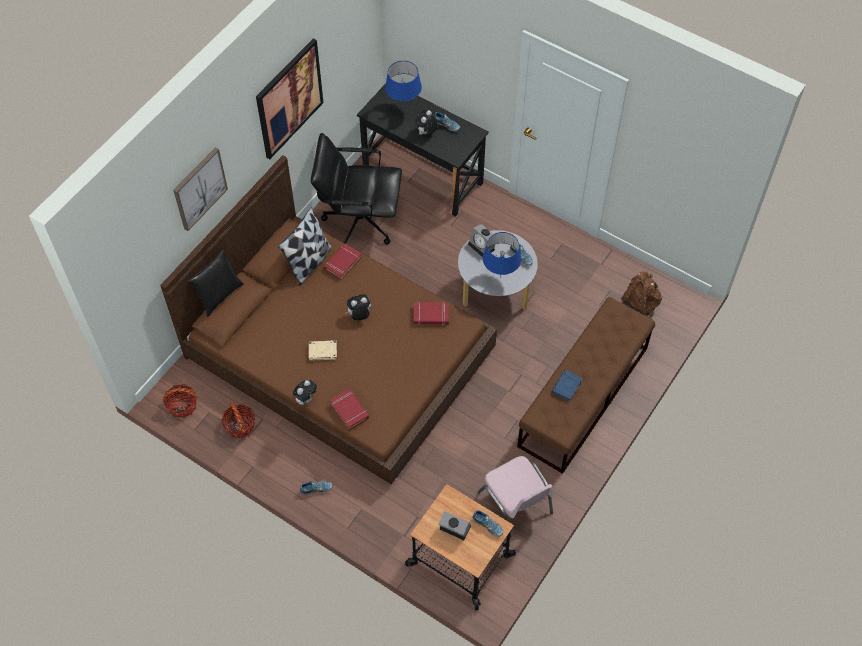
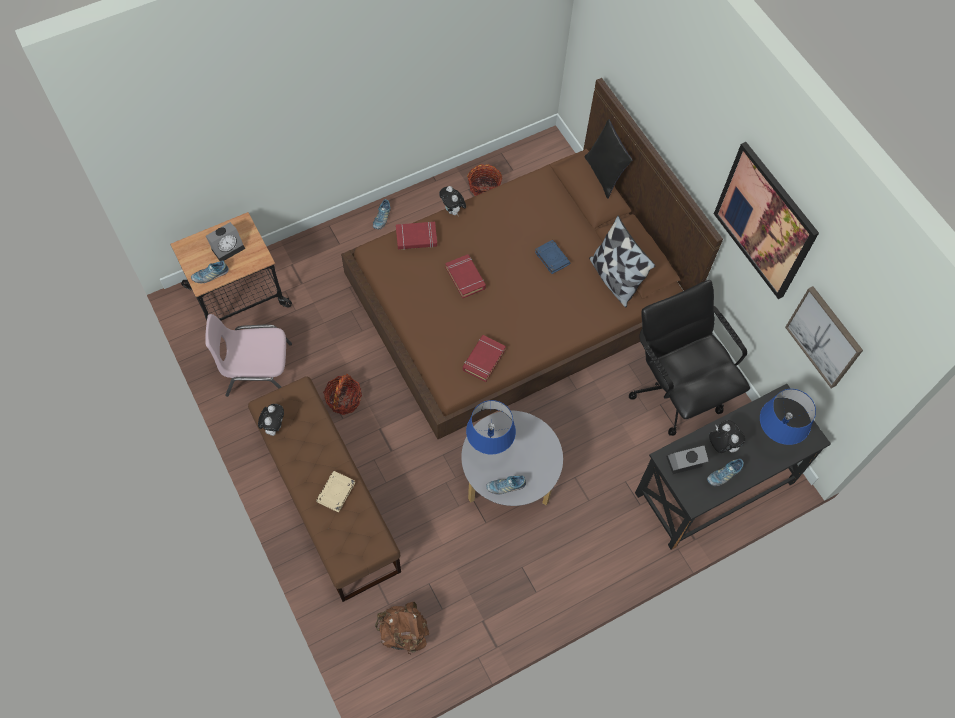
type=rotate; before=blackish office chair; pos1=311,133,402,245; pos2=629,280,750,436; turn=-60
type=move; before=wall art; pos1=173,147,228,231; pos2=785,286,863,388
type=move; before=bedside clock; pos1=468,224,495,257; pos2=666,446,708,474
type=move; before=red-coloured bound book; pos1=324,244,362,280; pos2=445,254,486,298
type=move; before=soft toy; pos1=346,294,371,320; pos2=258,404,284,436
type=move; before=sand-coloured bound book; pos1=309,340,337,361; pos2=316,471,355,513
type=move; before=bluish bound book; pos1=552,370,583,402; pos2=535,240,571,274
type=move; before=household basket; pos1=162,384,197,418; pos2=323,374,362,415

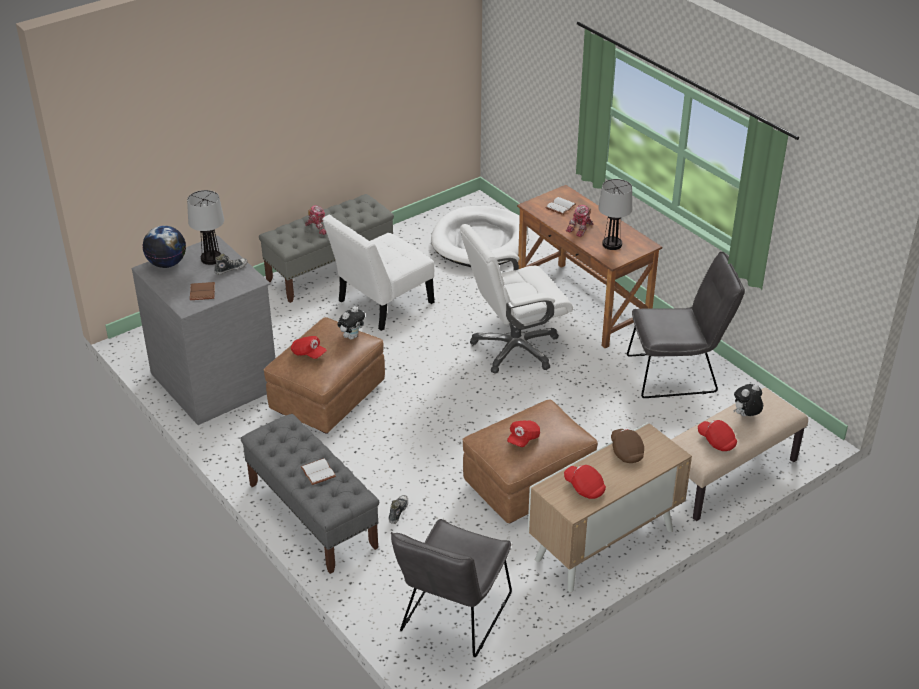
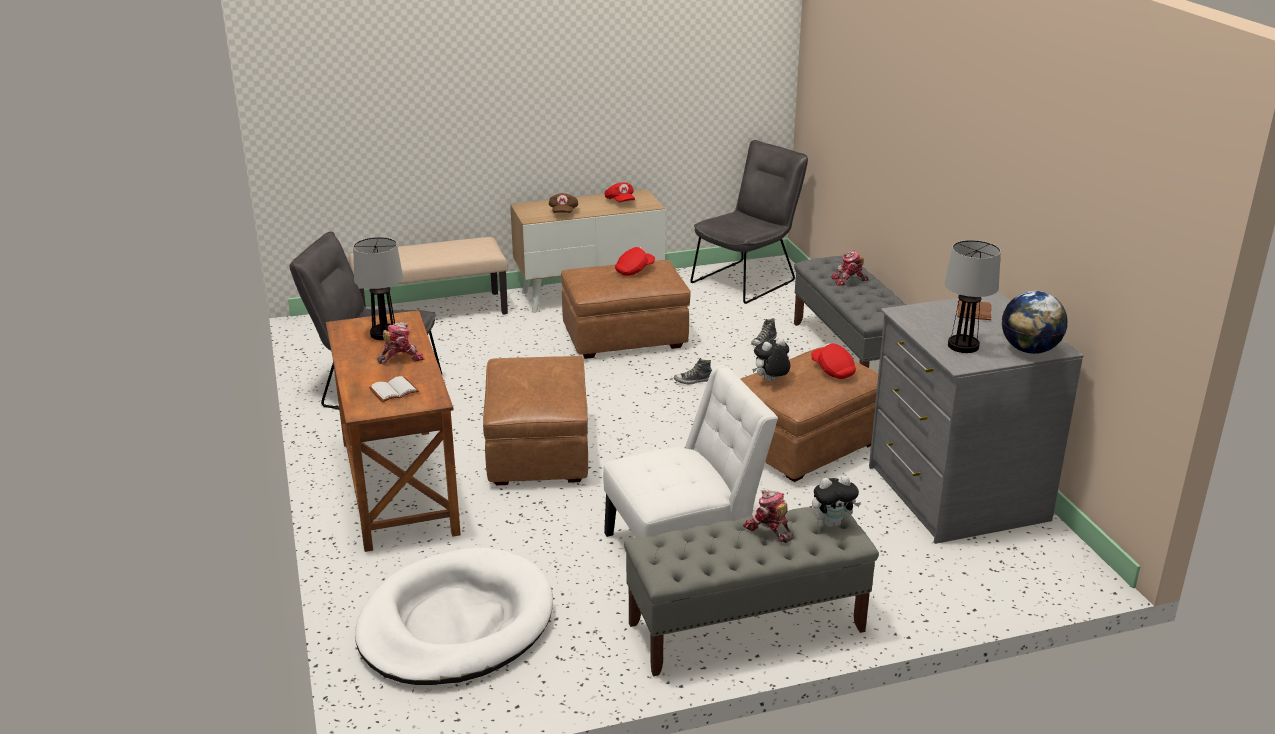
type=replace; before=white office chair; after=brown-coloured footrest; pos1=460,224,573,374; pos2=483,356,588,485
type=move; before=shoe; pos1=214,253,247,275; pos2=674,358,712,384
type=move; before=soft toy; pos1=733,384,763,416; pos2=812,476,861,527
type=delete; before=red-coloured peaked cap; pos1=698,420,737,451
type=replace; before=white bound book; after=robot figure; pos1=300,458,336,485; pos2=831,250,868,286

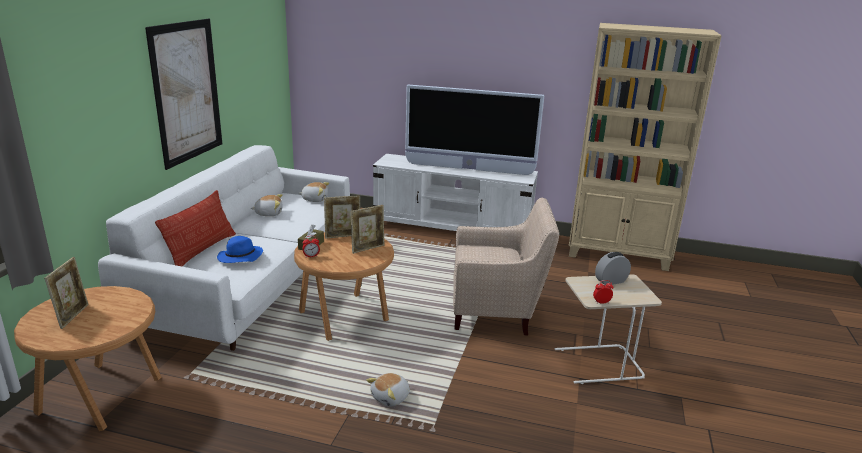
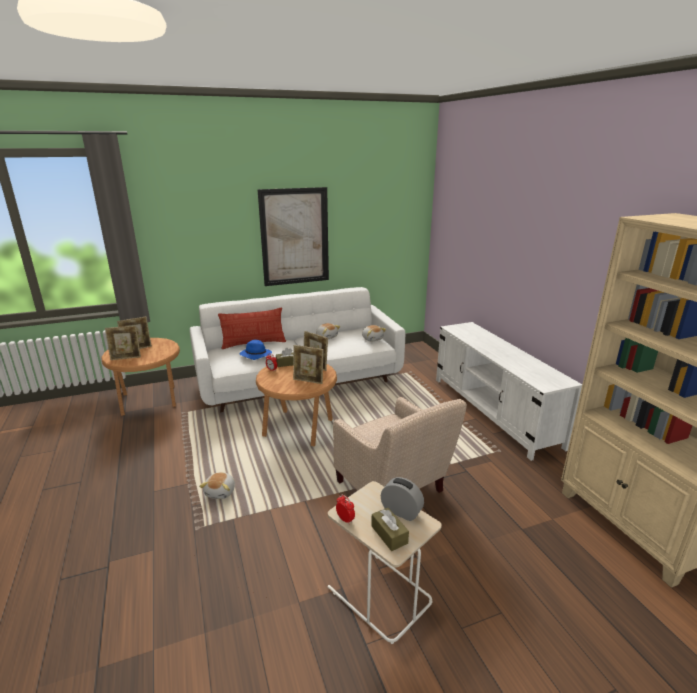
type=delete; before=TV; pos1=405,85,545,175
type=rotate; before=soft toy; pos1=366,373,410,407; pos2=199,472,235,499; turn=-90
type=insert; after=photo frame; pos2=105,326,141,360
type=insert; after=brown-coloured box of tissues; pos2=371,508,409,551

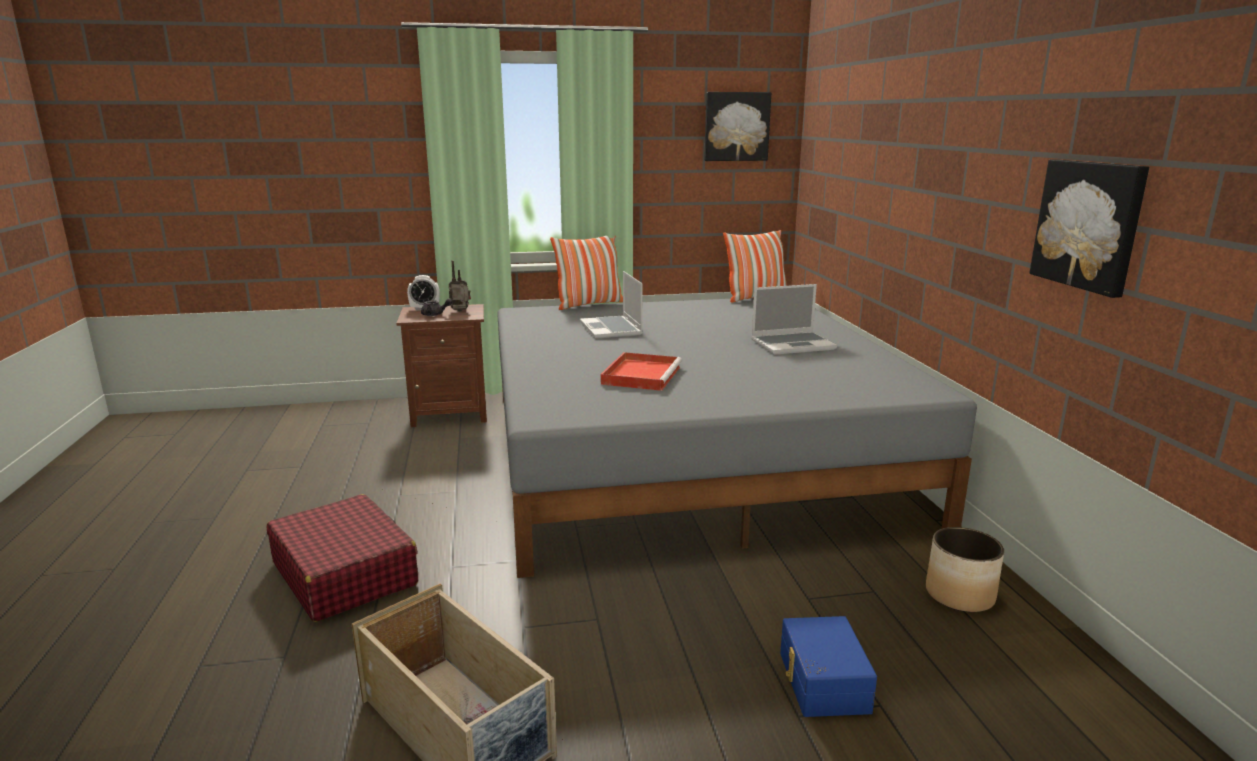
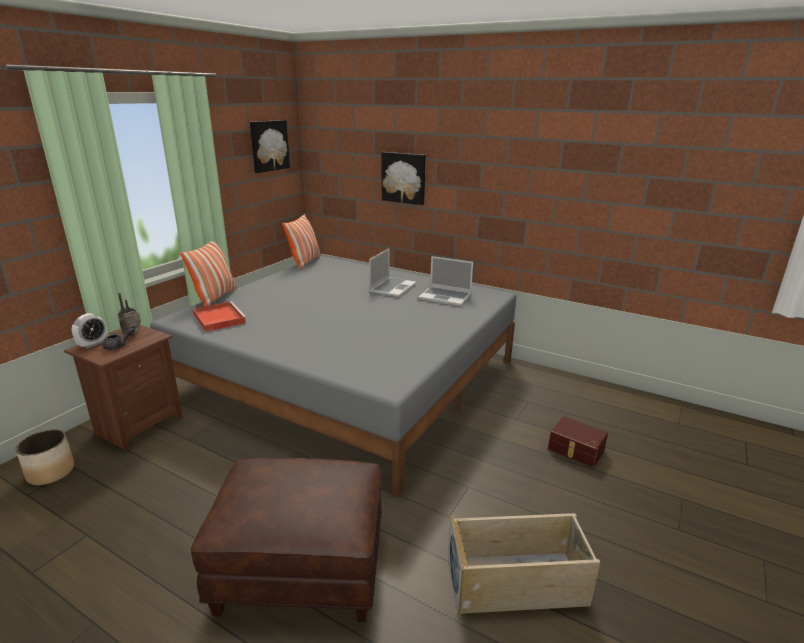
type=move; before=wall art; pos1=1029,160,1149,298; pos2=381,152,426,205
type=move; before=laptop; pos1=580,271,643,339; pos2=419,256,473,306
type=move; before=red-coloured tray; pos1=601,352,682,391; pos2=193,301,247,332
type=replace; before=red-coloured piece of luggage; after=brown-coloured footrest; pos1=266,494,418,622; pos2=191,458,382,622
type=move; before=planter; pos1=926,527,1004,612; pos2=15,429,74,485
type=recolor; before=bluish storage bin; after=brown-coloured storage bin; pos1=780,616,877,717; pos2=548,416,608,467

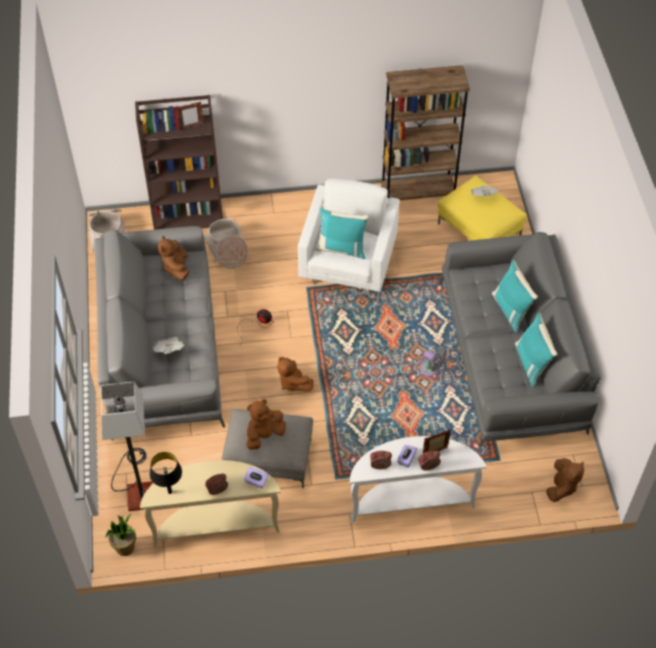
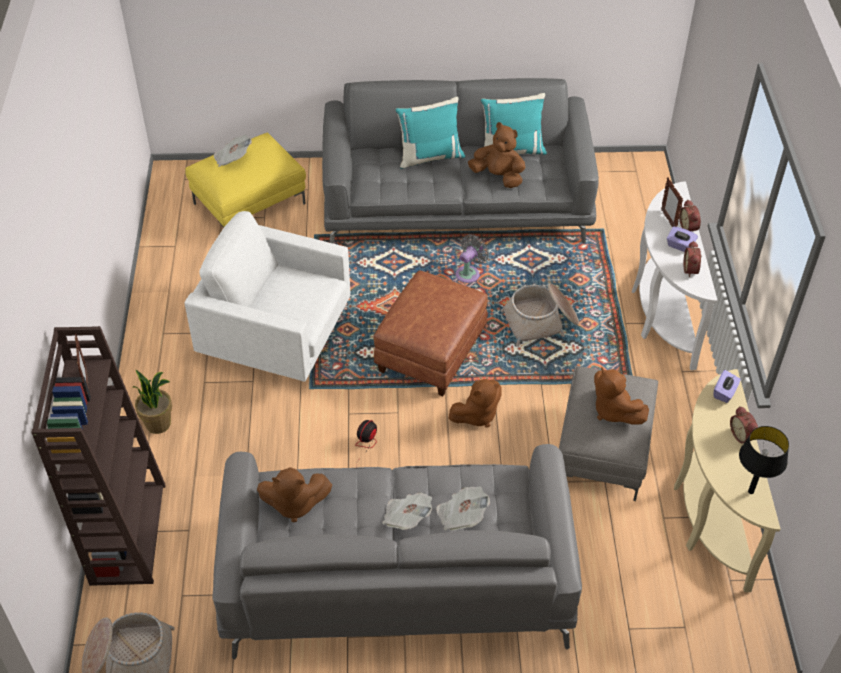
type=delete; before=brown-coloured bookshelf; pos1=381,65,470,200
type=delete; before=blue-green throw pillow; pos1=315,208,369,259
type=move; before=household basket; pos1=204,219,248,269; pos2=501,283,579,347
type=delete; before=standing lamp; pos1=100,381,153,511
type=move; before=brown-coloured soft toy; pos1=546,458,584,502; pos2=468,122,526,188
type=move; before=potted plant; pos1=105,514,136,556; pos2=132,370,172,434
type=insert; after=brown-coloured footrest; pos2=374,271,488,396
type=insert; after=printed paper; pos2=382,492,432,530

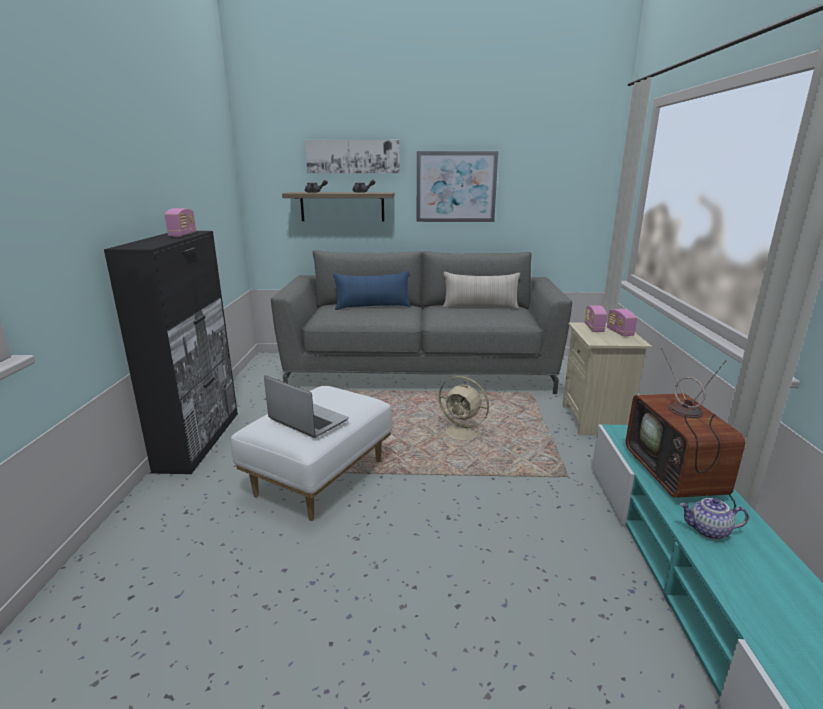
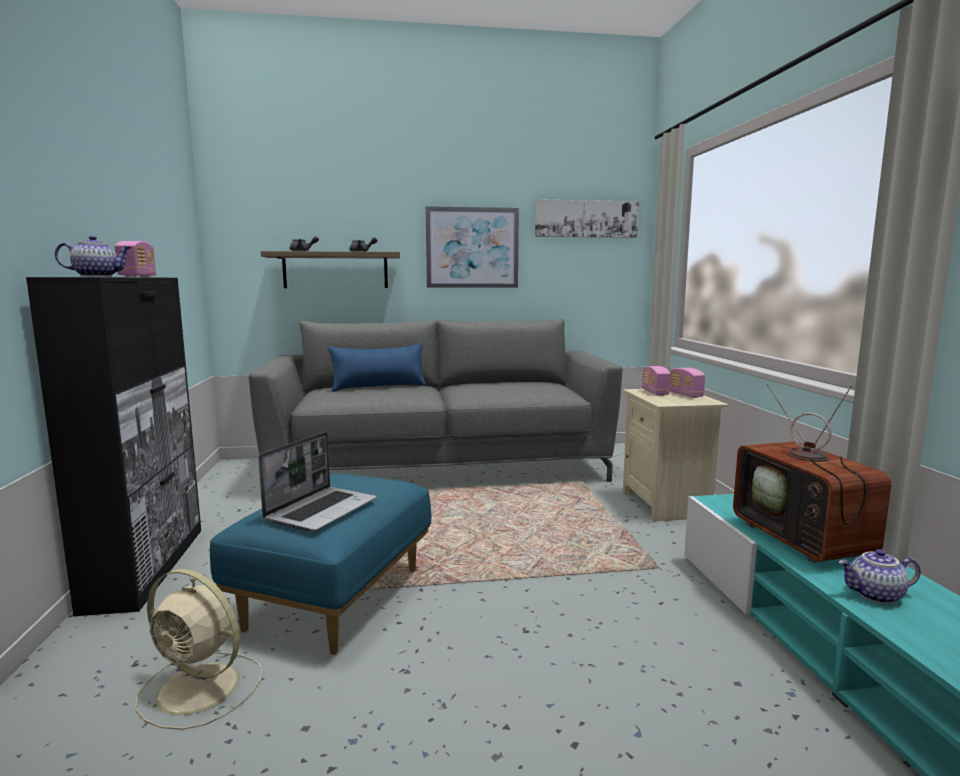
type=move; before=wall art; pos1=305,140,400,173; pos2=535,199,639,238
type=delete; before=sand-coloured throw pillow; pos1=443,272,520,309
type=rotate; before=laptop; pos1=264,375,349,438; pos2=258,432,377,532; turn=90
type=move; before=sand-coloured electric fan; pos1=436,376,489,440; pos2=135,569,262,730
type=recolor; before=white footrest; after=bluish footrest; pos1=231,386,393,521; pos2=210,473,432,655
type=insert; after=tea pot; pos2=55,236,132,277

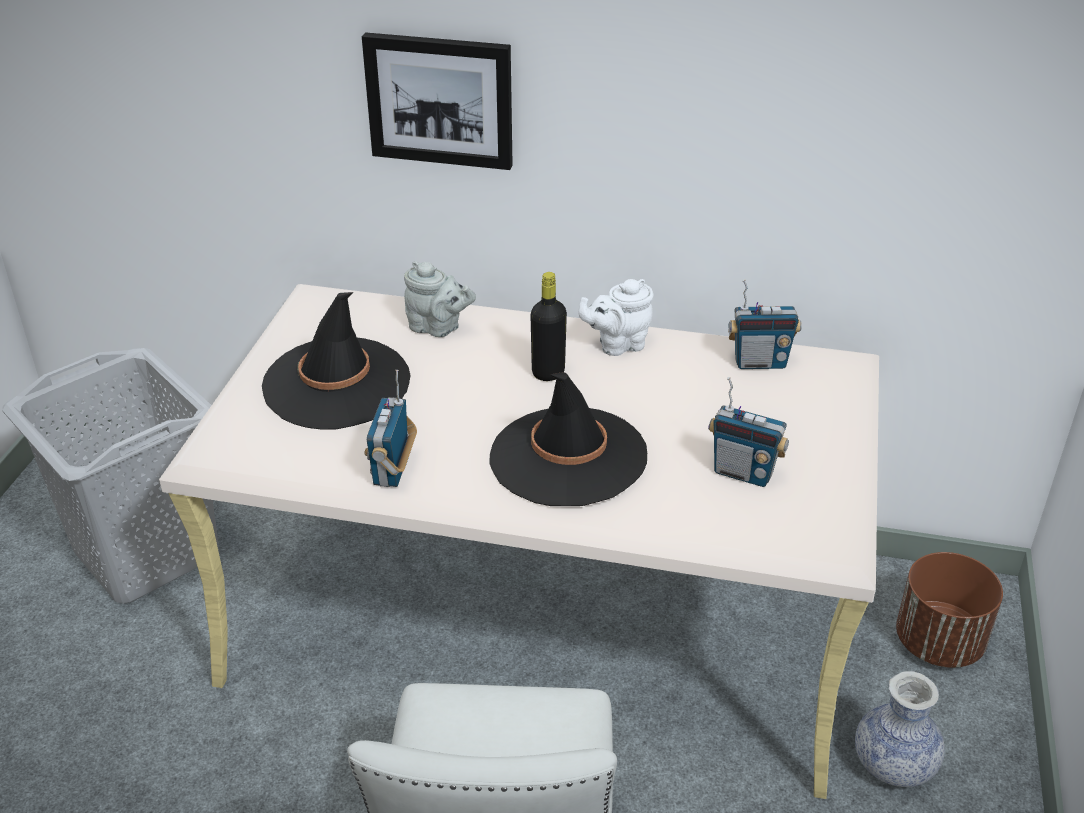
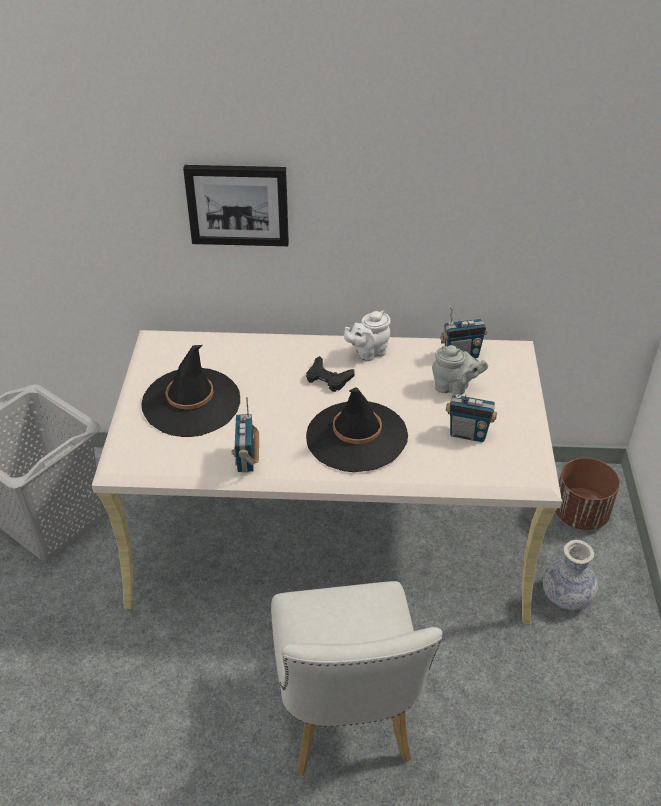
type=move; before=greyish tea pot; pos1=404,261,476,337; pos2=432,345,488,395
type=replace; before=blackish beverage bottle; after=blackish joypad; pos1=530,272,567,381; pos2=306,356,354,392

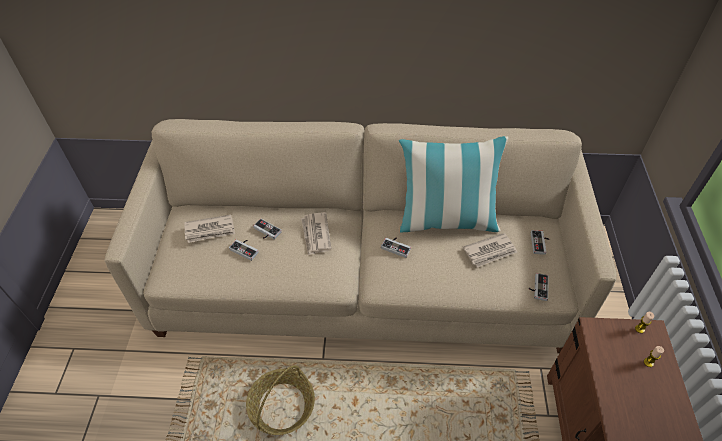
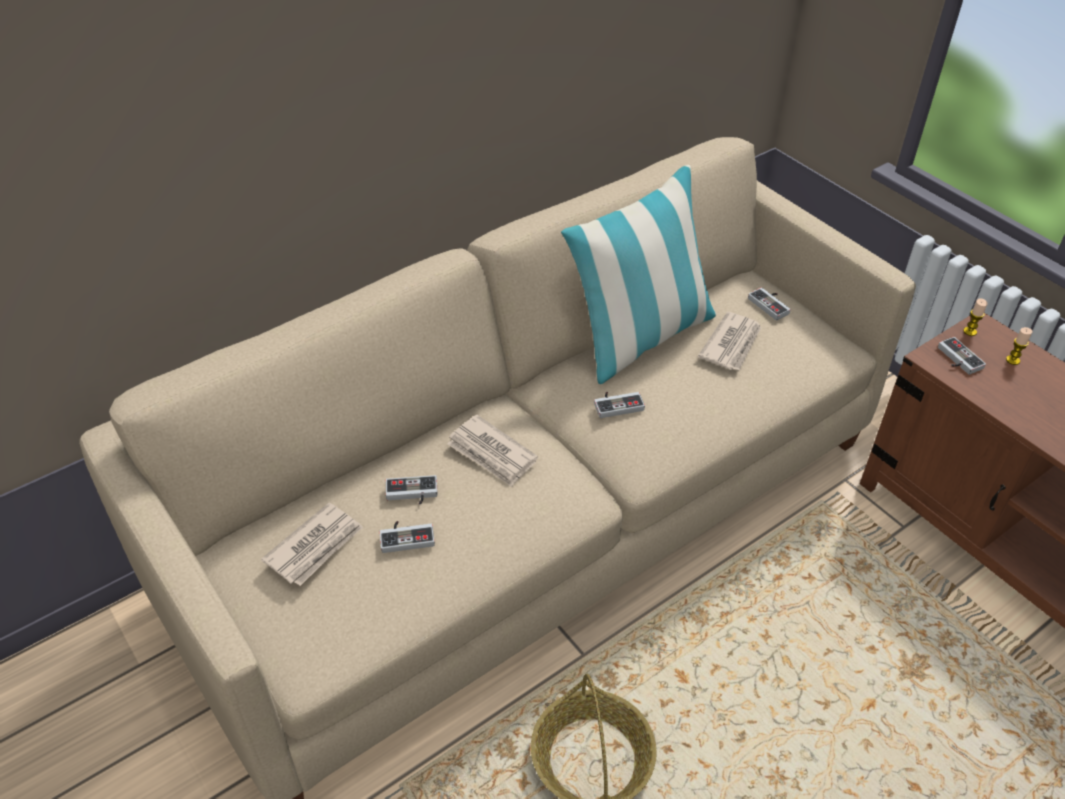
type=move; before=joypad; pos1=529,273,549,301; pos2=938,337,986,375

